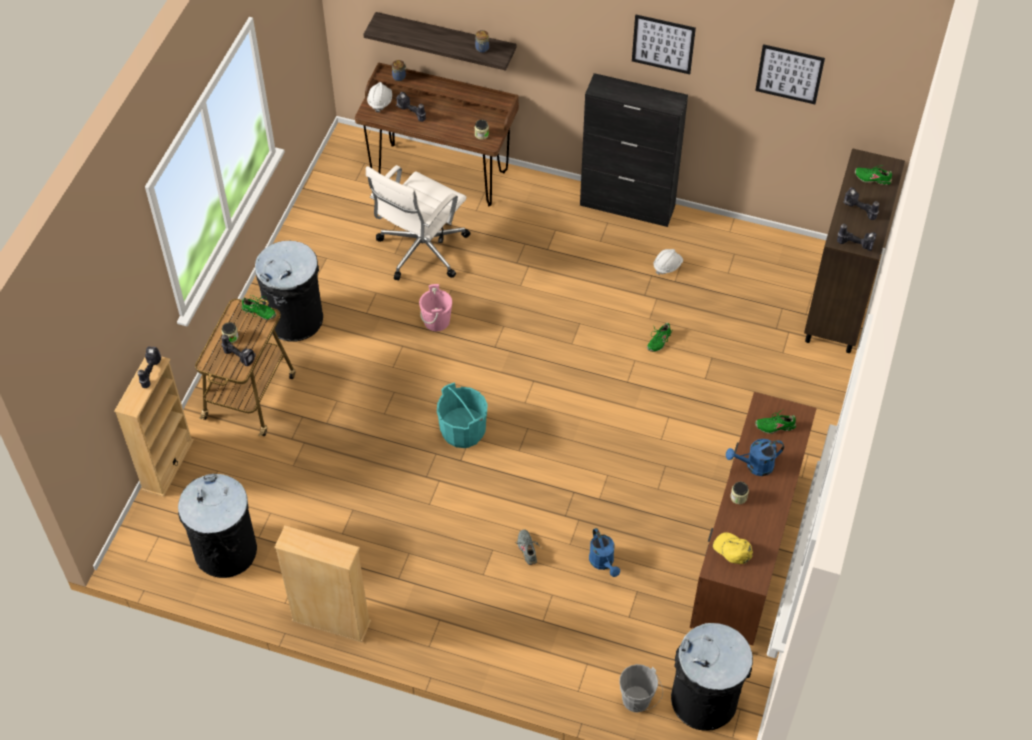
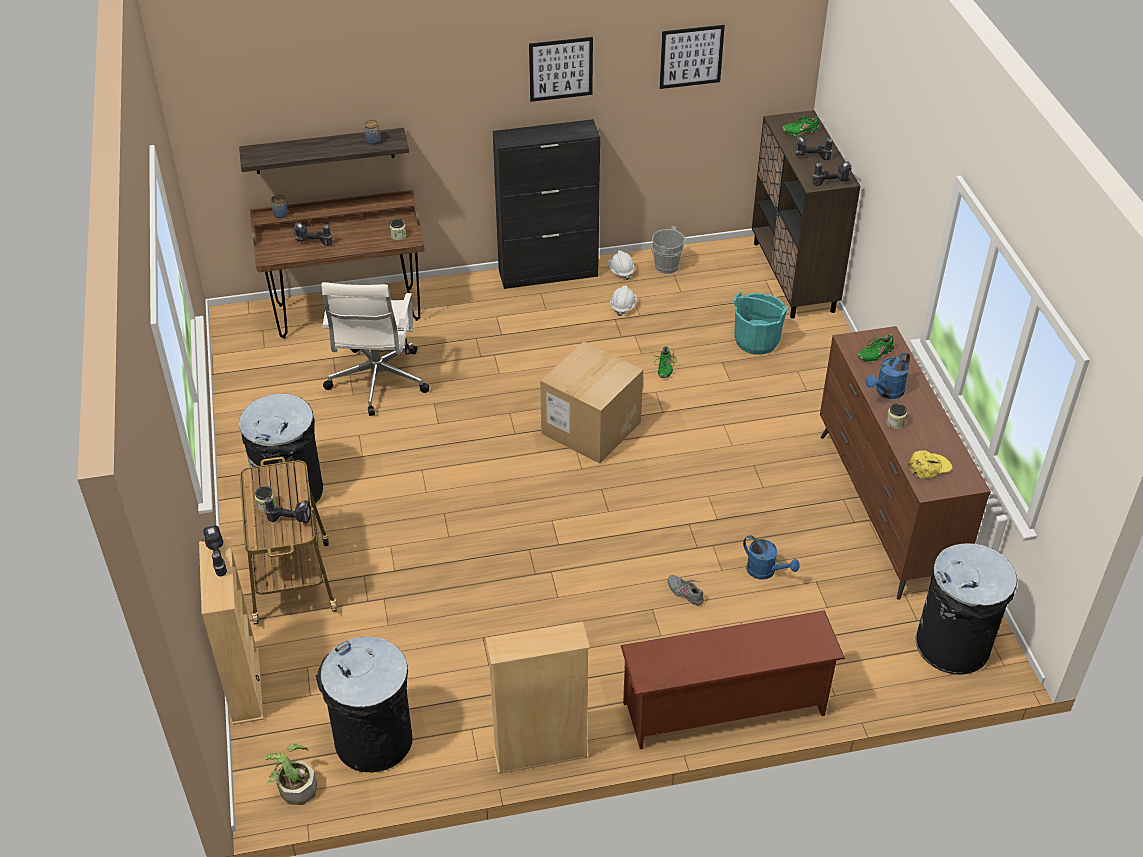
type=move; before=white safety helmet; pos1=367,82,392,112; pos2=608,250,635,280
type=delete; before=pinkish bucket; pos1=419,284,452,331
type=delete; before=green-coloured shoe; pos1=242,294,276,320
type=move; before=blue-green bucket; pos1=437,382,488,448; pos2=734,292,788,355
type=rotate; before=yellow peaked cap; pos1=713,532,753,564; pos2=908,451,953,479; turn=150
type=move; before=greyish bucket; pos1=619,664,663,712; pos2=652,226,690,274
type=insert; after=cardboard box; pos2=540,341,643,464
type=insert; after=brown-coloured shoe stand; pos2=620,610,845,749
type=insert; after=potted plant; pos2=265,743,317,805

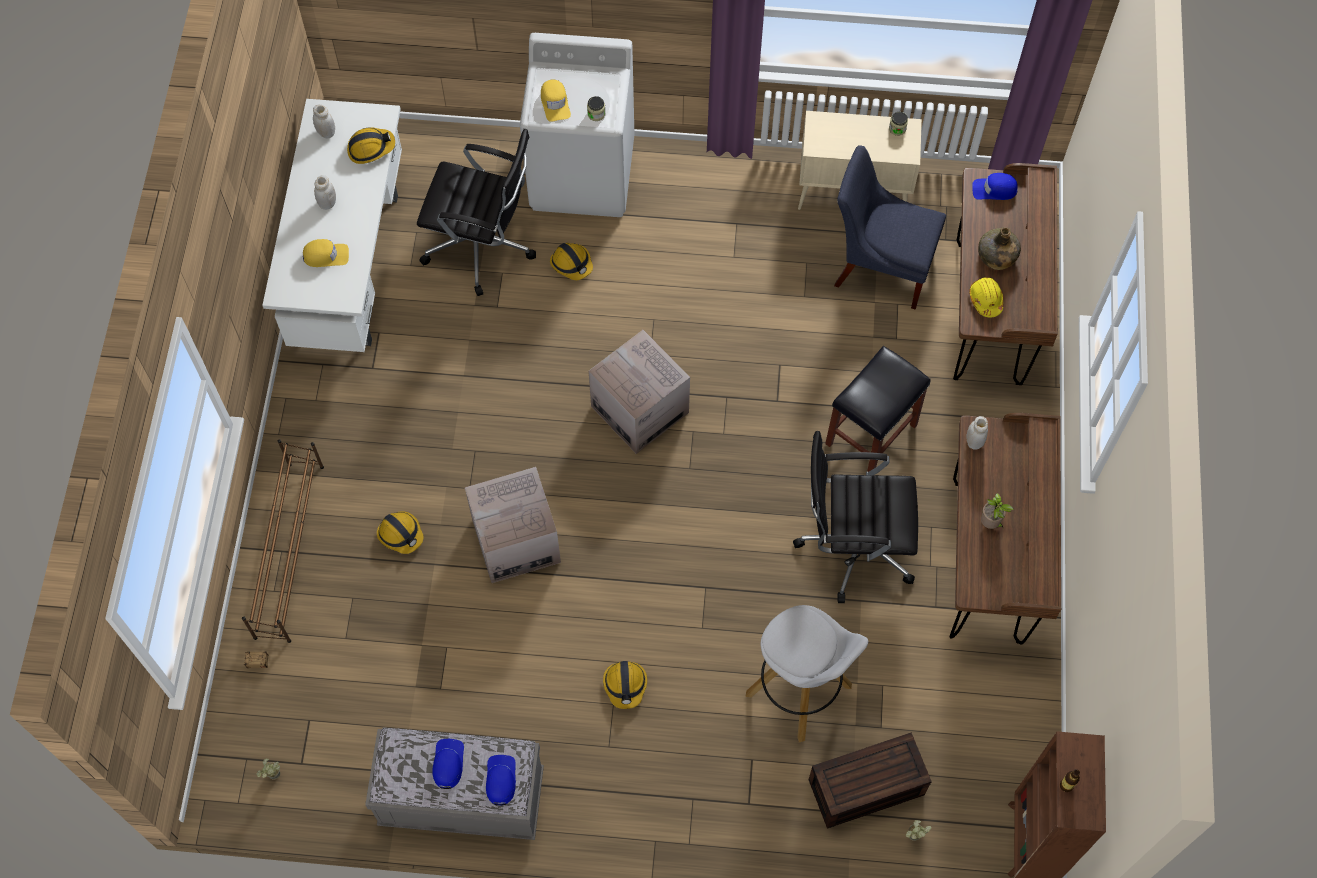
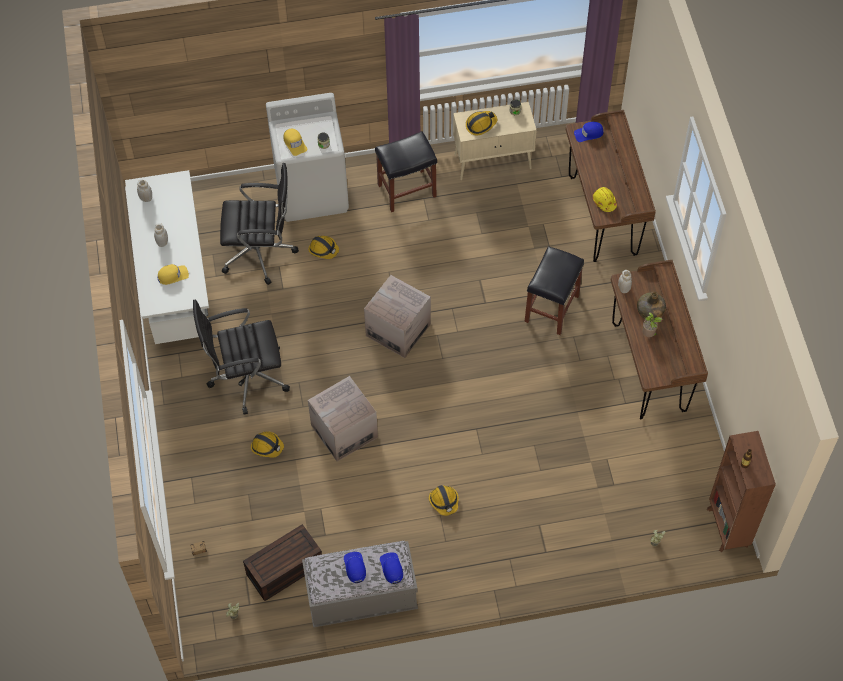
type=move; before=safety helmet; pos1=347,127,395,164; pos2=466,111,497,135
type=delete; before=bluish chair; pos1=834,145,946,310
type=move; before=green-coloured beverage bottle; pos1=978,227,1021,270; pos2=637,292,666,319
type=move; before=blackish office chair; pos1=793,431,918,603; pos2=193,300,290,414
type=delete; before=brown-coloured shoe stand; pos1=242,439,324,643
type=delete; before=white stool; pos1=746,605,868,742
type=move; before=brown-coloured storage bin; pos1=809,733,932,829; pos2=243,524,322,601
type=insert; after=blackish stool; pos2=375,131,437,212

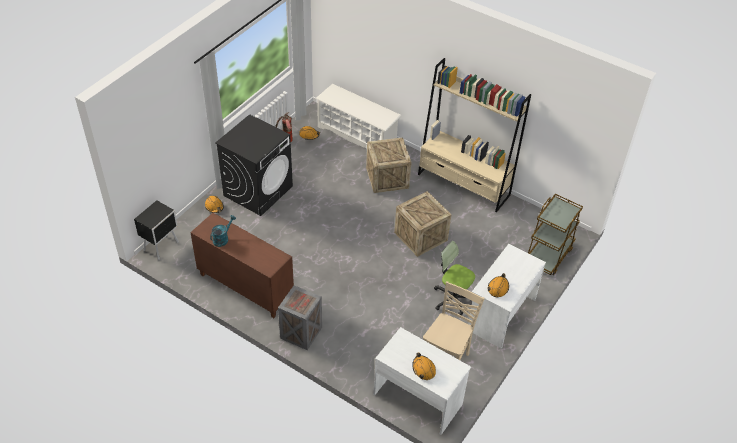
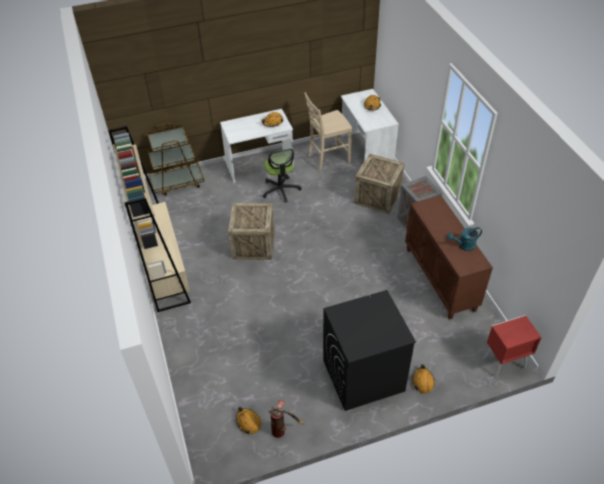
type=delete; before=white shoe stand; pos1=316,84,401,148
type=move; before=shipping crate; pos1=366,137,412,193; pos2=354,153,405,214
type=recolor; before=blackish nightstand; after=red-coloured nightstand; pos1=134,200,179,260; pos2=483,315,542,378

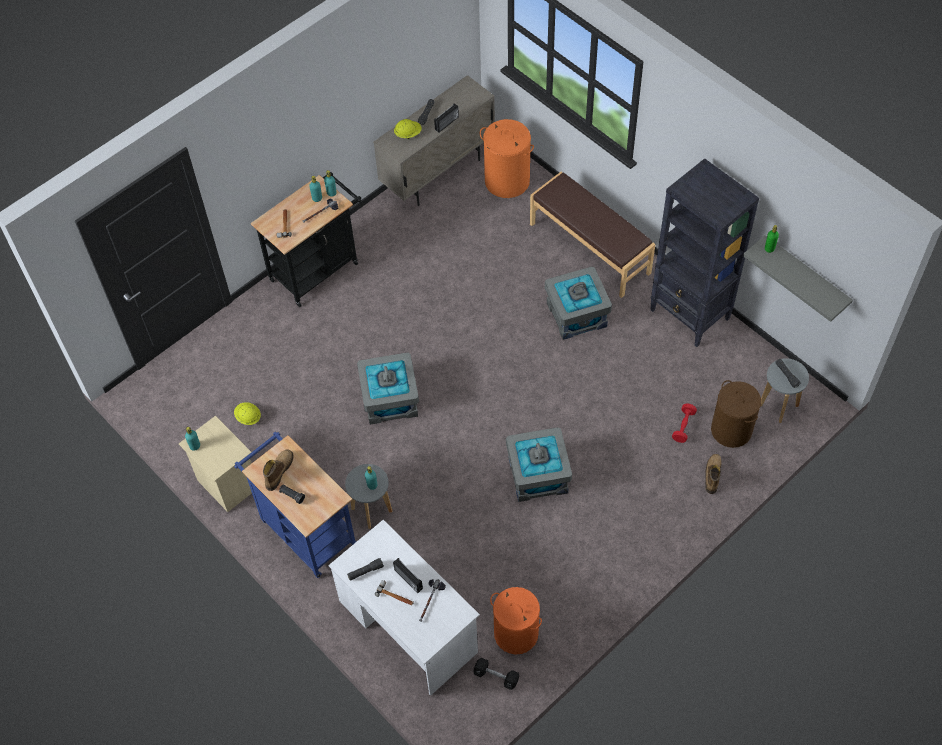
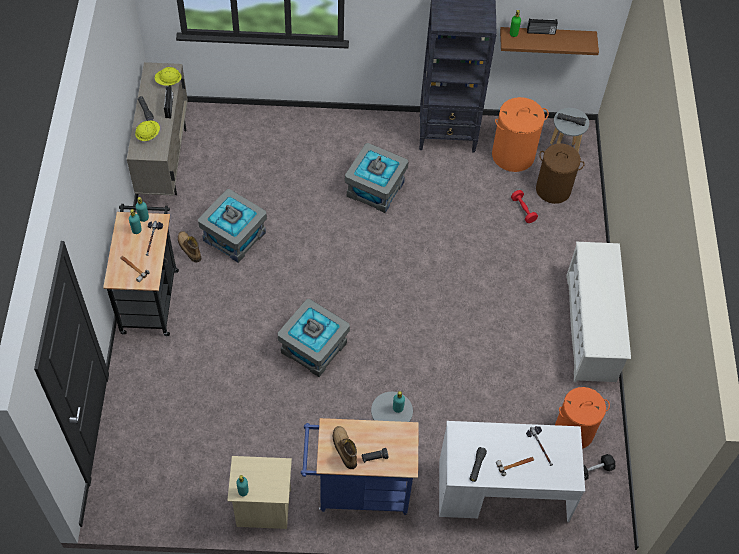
type=move; before=orangey washing basket; pos1=480,119,534,198; pos2=492,97,549,172
type=delete; before=brown-coloured long seat; pos1=530,172,656,298
type=recolor; before=greyish bracket shelf; after=brown-coloured bracket shelf; pos1=743,235,853,322; pos2=500,27,599,55
type=move; before=yellow safety helmet; pos1=234,402,261,425; pos2=154,67,182,86
type=move; before=greyish storage bin; pos1=506,427,572,502; pos2=198,189,267,263
type=move; before=tall boot; pos1=705,454,722,494; pos2=178,231,202,262
type=move; before=radio; pos1=393,558,423,593; pos2=527,18,558,35
type=insert; after=white shoe stand; pos2=566,242,631,382

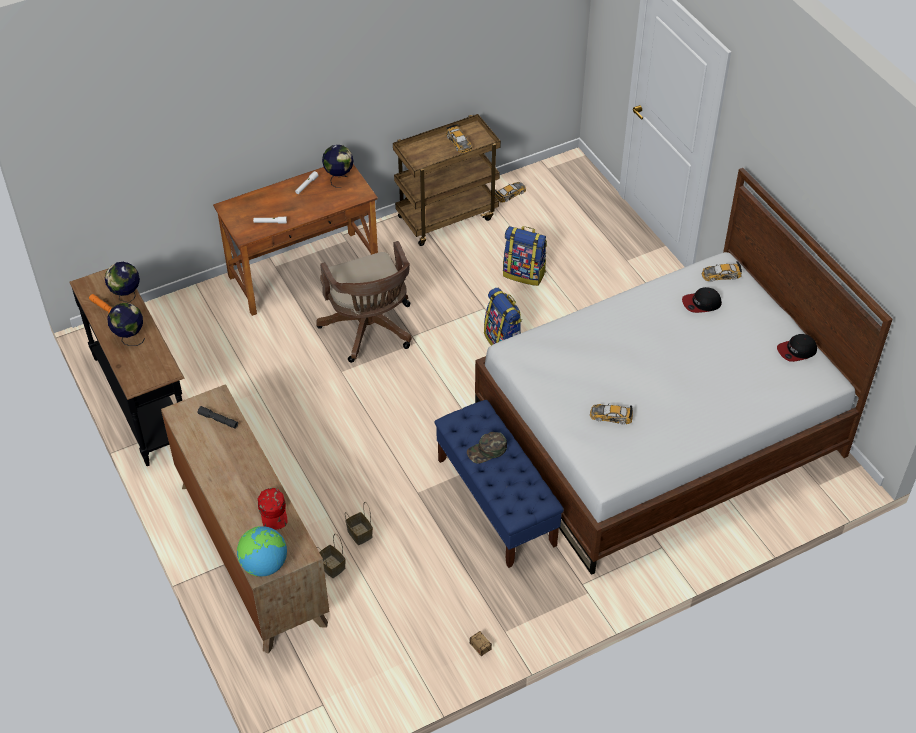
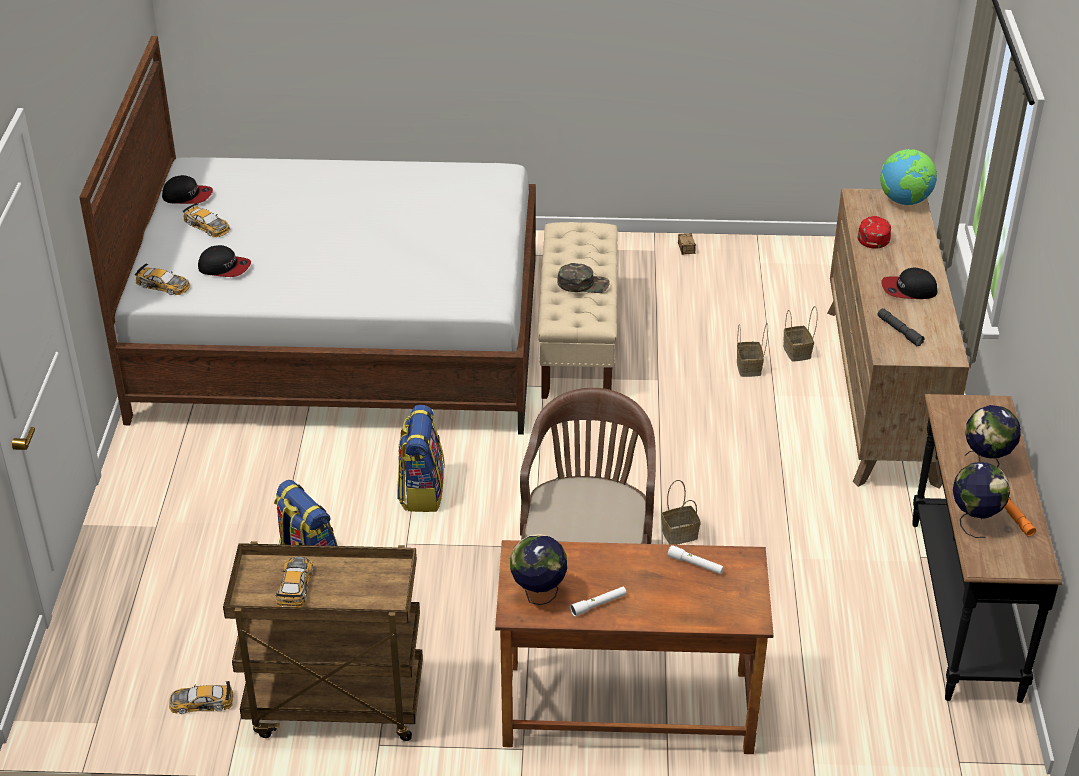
type=recolor; before=bluish long seat; after=sand-coloured long seat; pos1=434,400,564,568; pos2=538,222,618,399
type=move; before=model car; pos1=590,404,633,424; pos2=183,203,230,237
type=insert; after=peaked cap; pos2=881,268,937,299
type=insert; after=household basket; pos2=662,480,701,545

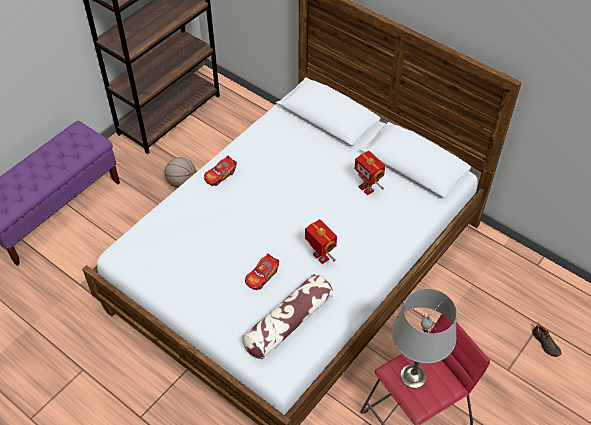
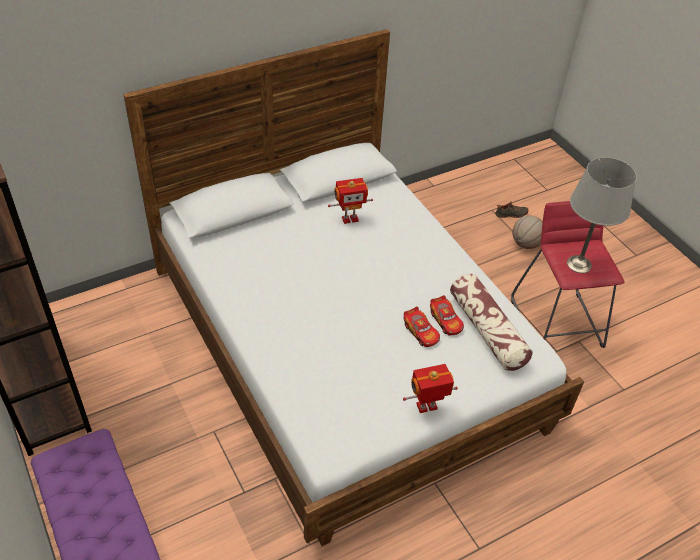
type=move; before=model car; pos1=204,156,237,186; pos2=430,295,464,336
type=move; before=basketball ball; pos1=164,157,196,188; pos2=512,215,543,249
type=move; before=robot figure; pos1=305,219,337,264; pos2=403,364,458,413

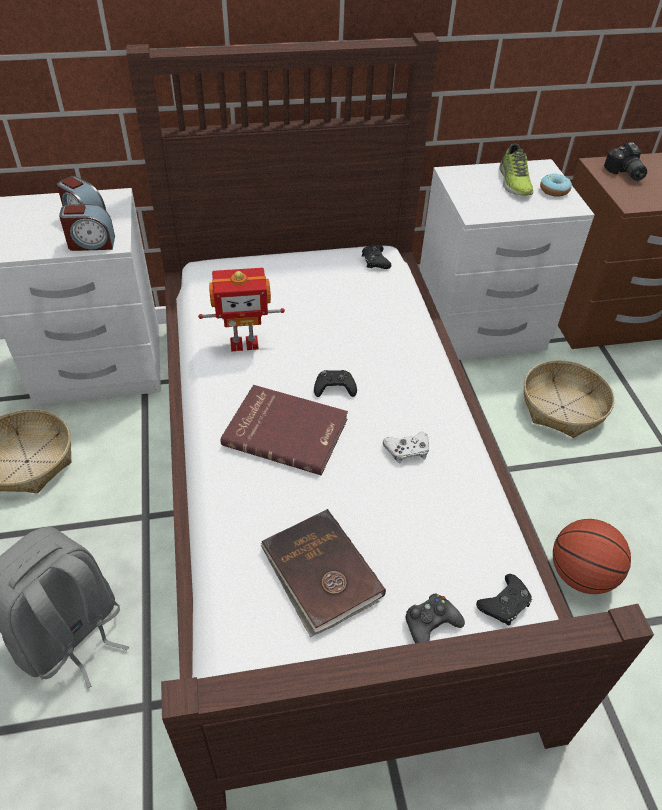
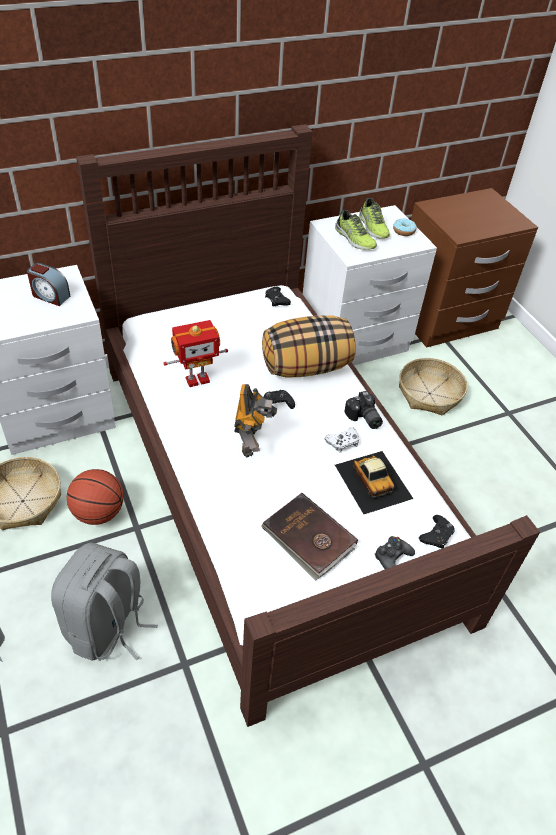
type=move; before=photo camera; pos1=604,142,647,181; pos2=345,391,383,429
type=delete; before=bedside clock; pos1=59,204,115,251
type=replace; before=red-coloured bound book; after=robot figure; pos1=221,385,348,475; pos2=234,384,277,458
type=move; before=basketball ball; pos1=553,519,631,594; pos2=67,469,124,525
type=insert; after=shoe; pos2=335,210,377,250
type=insert; after=throw pillow; pos2=262,315,356,378
type=insert; after=model car; pos2=335,451,413,514

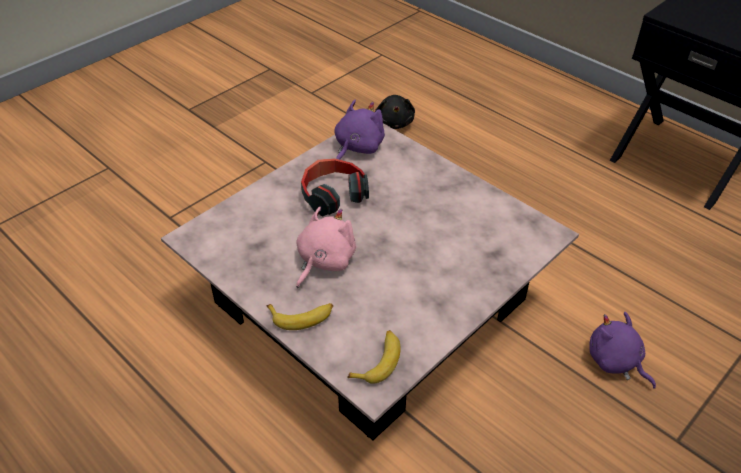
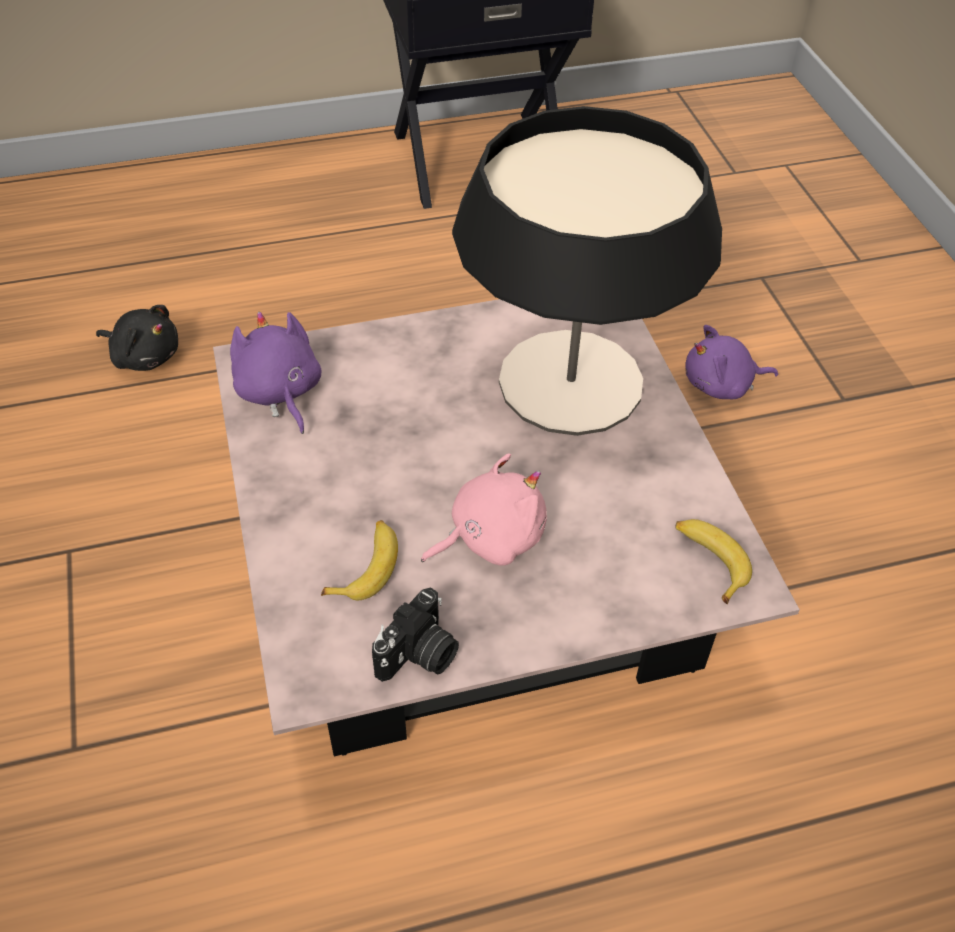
type=delete; before=headphones; pos1=301,158,369,216
type=rotate; before=pinkish soft toy; pos1=296,207,356,288; pos2=421,453,547,566; turn=90
type=move; before=whole banana; pos1=266,303,333,330; pos2=321,520,398,600
type=insert; after=lamp for a table; pos2=452,106,722,436
type=insert; after=photo camera; pos2=372,588,459,682

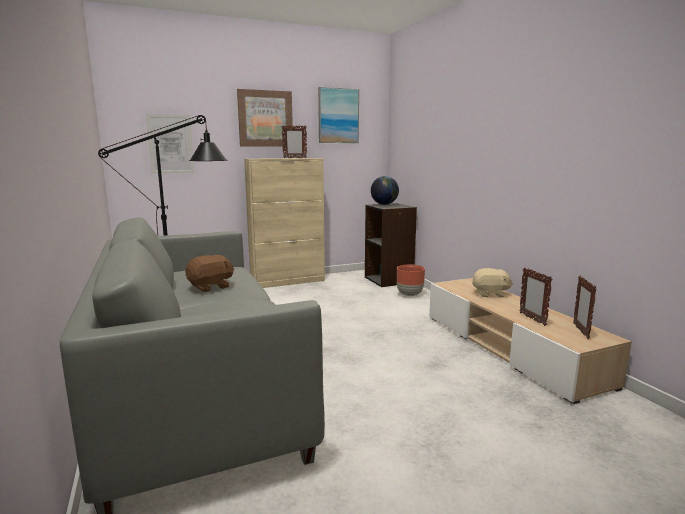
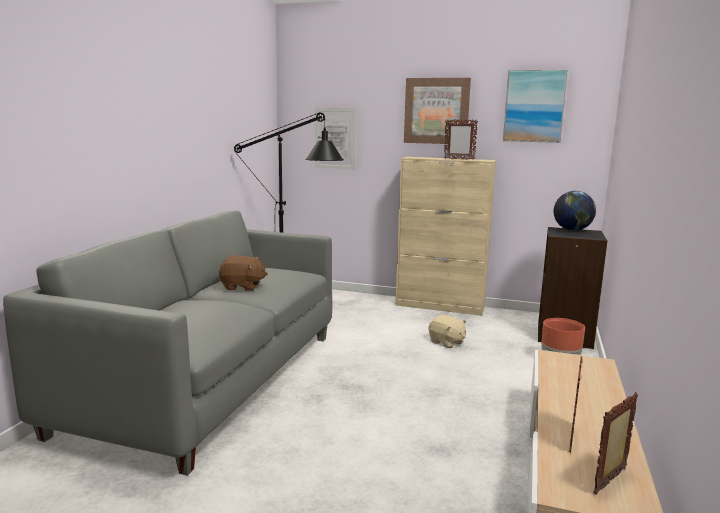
type=move; before=sand-coloured soft toy; pos1=472,268,513,297; pos2=429,315,466,348

